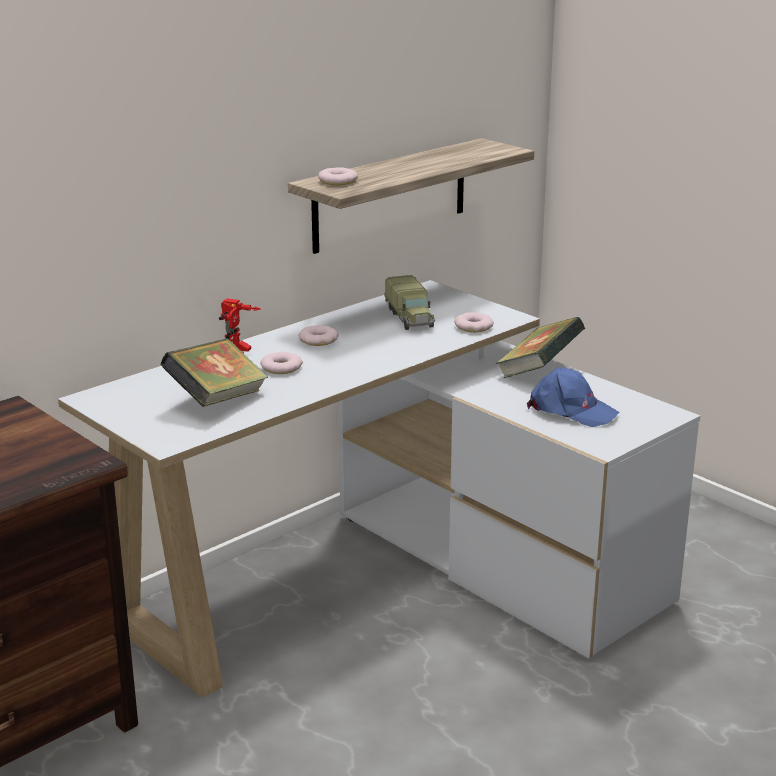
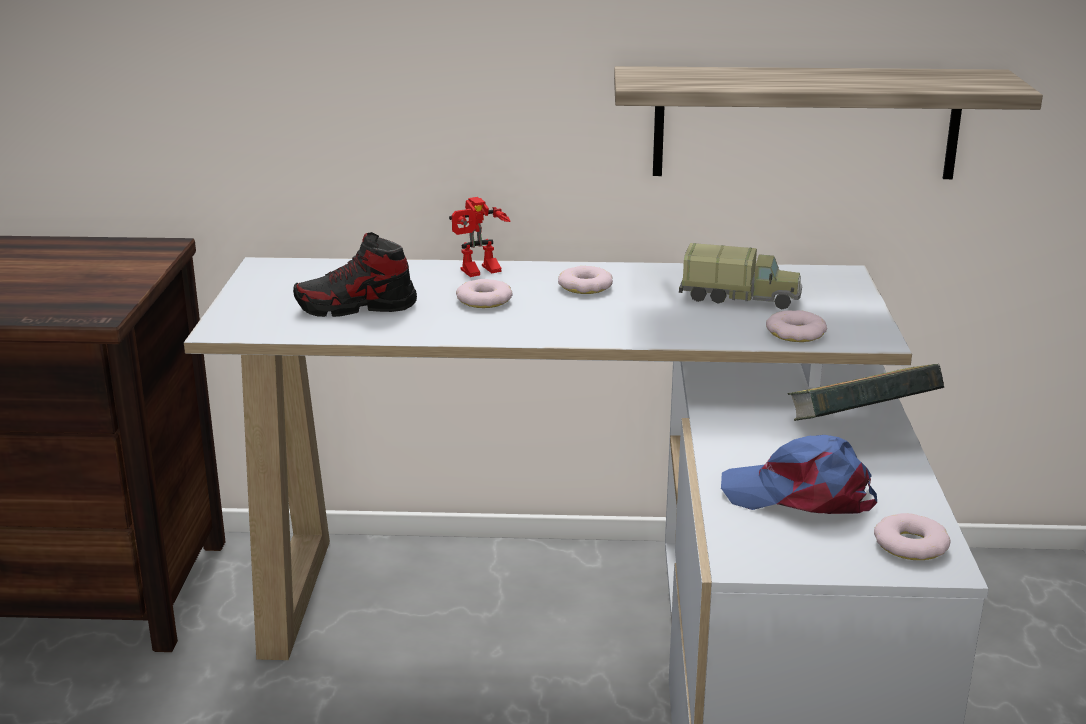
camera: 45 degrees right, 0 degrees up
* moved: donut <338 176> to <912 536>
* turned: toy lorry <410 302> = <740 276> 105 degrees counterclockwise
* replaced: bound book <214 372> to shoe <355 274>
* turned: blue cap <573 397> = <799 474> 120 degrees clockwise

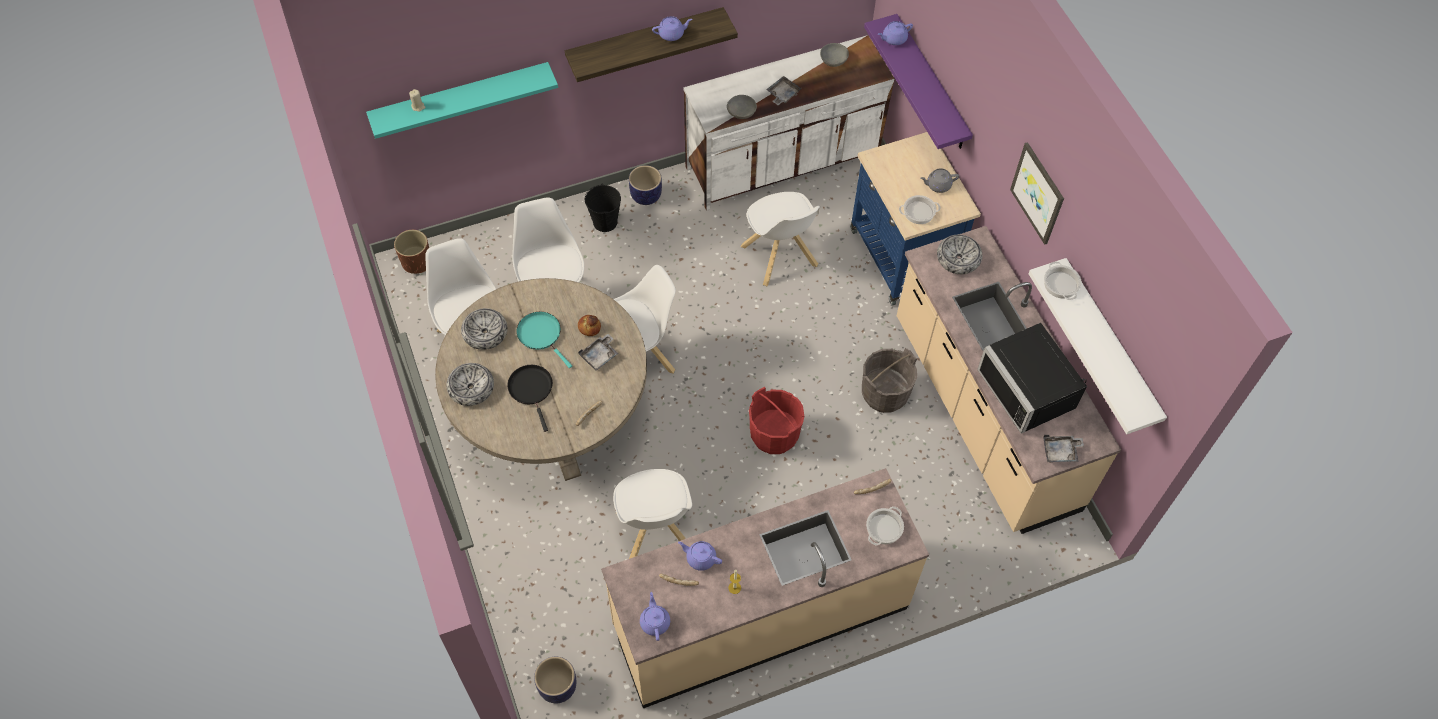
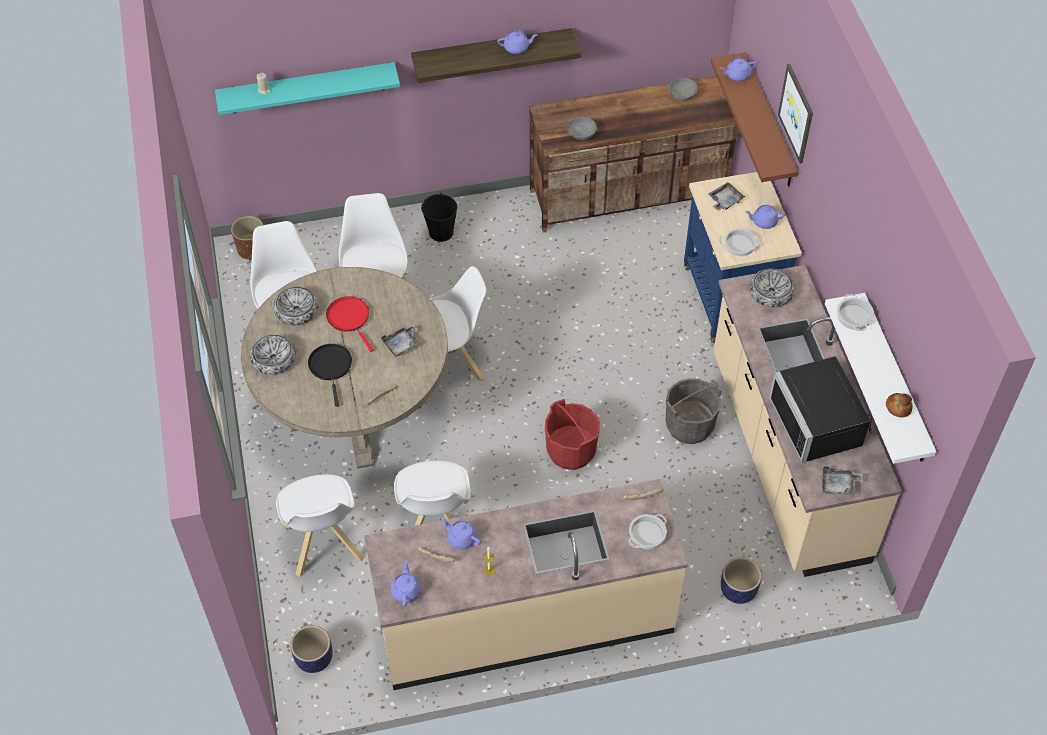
camera: 10 degrees right, 5 degrees down
* recoloured: purplish bracket shelf <918 81> to brown-coloured bracket shelf <754 120>
* recoloured: white cabinet <788 123> to brown-coloured cabinet <633 154>
* moved: greyish tray <784 90> to <726 196>
* moved: wall picture <1037 193> to <795 114>
* moved: flower pot <645 185> to <741 580>
* recoloured: greyish pot for tea <939 180> to purplish pot for tea <765 217>
* moved: white chair <780 239> to <320 526>
* recoloured: turquoise pan <544 340> to red-coloured pan <350 324>
* moved: baked bread <589 325> to <899 405>

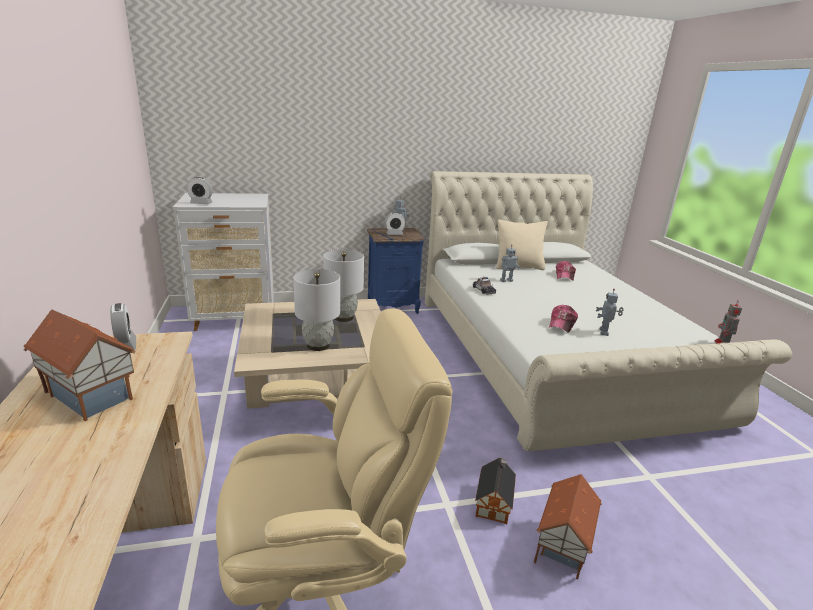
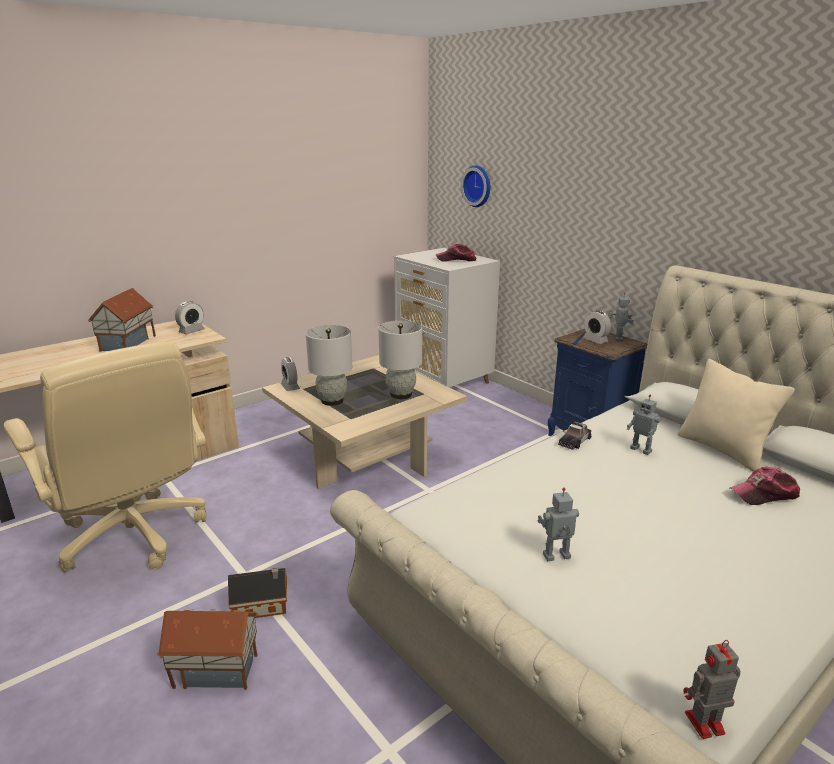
camera: 65 degrees right, 0 degrees up
* moved: alarm clock <200 190> to <290 374>
* moved: cap <563 319> to <456 253>
* added: clock on the wall <475 186>

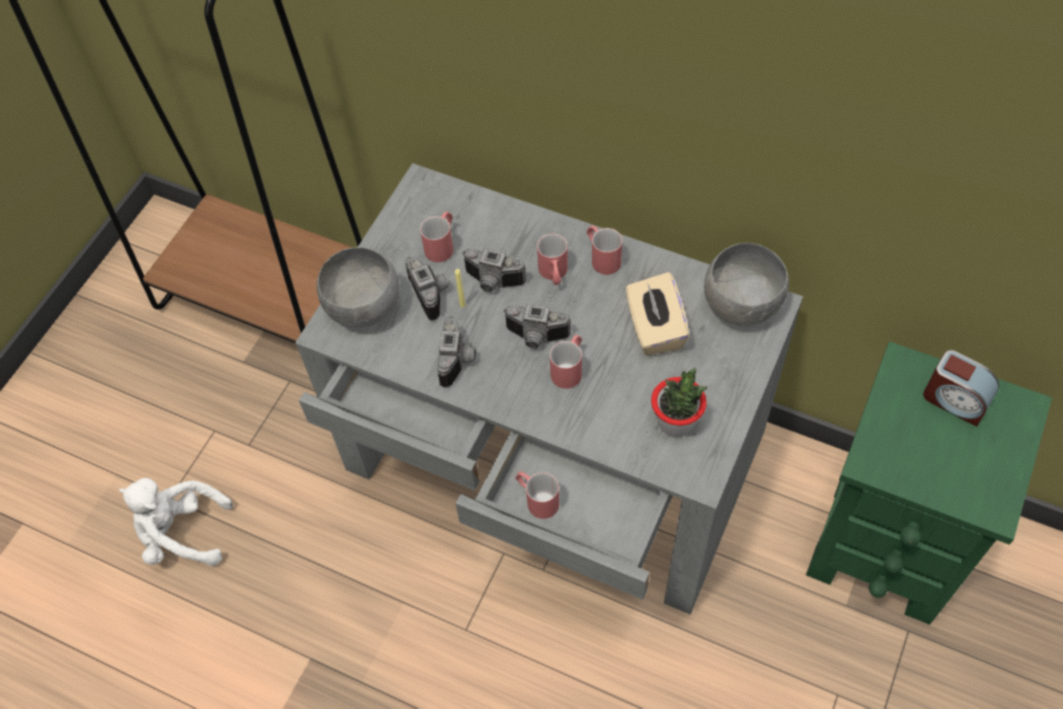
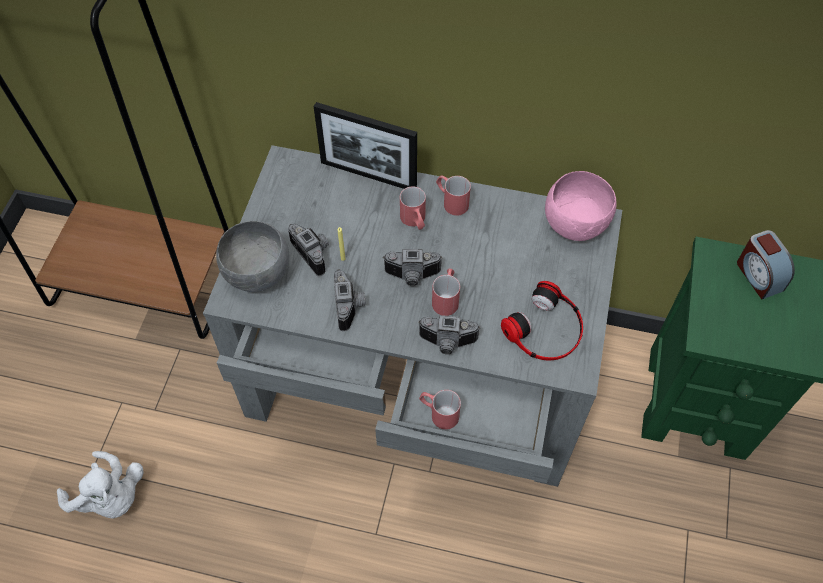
camera: 15 degrees left, 0 degrees up
* removed: red-coloured coffee mug <436 237>
* recoloured: greyish deep dish <746 284> to pink deep dish <581 206>
* moved: still camera <494 270> to <449 335>
* removed: beige-coloured tissue holder <658 313>
* turned: alarm clock <961 388> = <766 264> 45 degrees clockwise
* replaced: potted plant <679 402> to headphones <542 320>
* turned: white soft toy <176 522> = <100 484> 135 degrees counterclockwise
* added: standing frame <365 145>

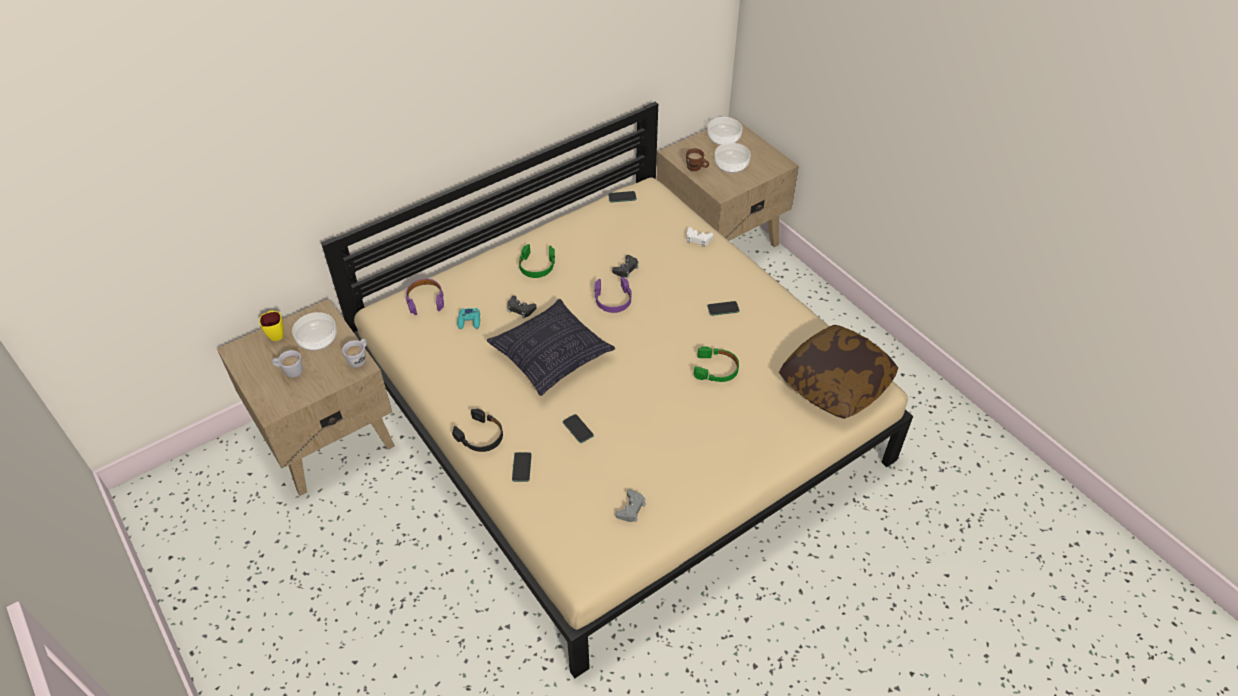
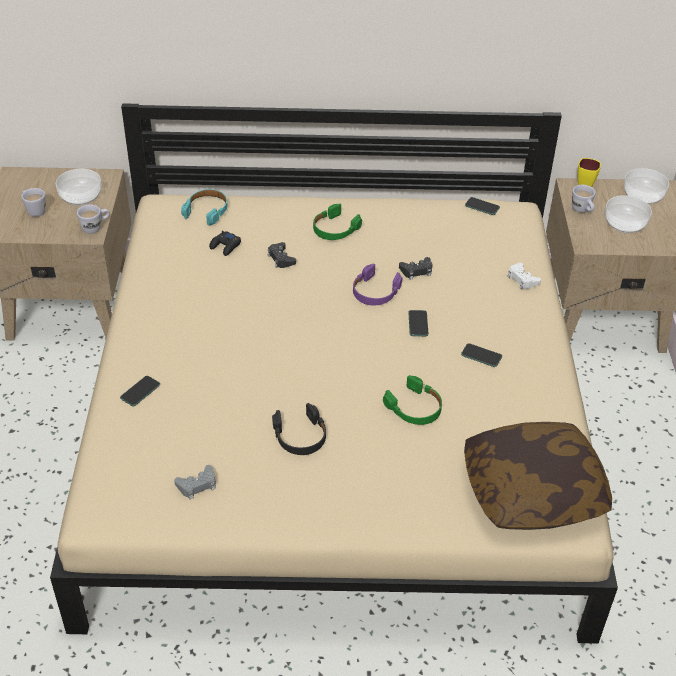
camera: 35 degrees right, 5 degrees down
* recoloured: brown-coloured coffee mug <697 159> to white coffee mug <584 199>
* recoloured: purplish headphones <425 297> to turquoise headphones <204 207>
* removed: pillow <551 347>
* recoloured: turquoise game controller <468 318> to black-coloured game controller <225 243>
* moved: yellowish coffee mug <271 325> to <589 172>
* moved: black-coloured headphones <477 430> to <299 429>
* moved: phone <578 428> to <418 323>

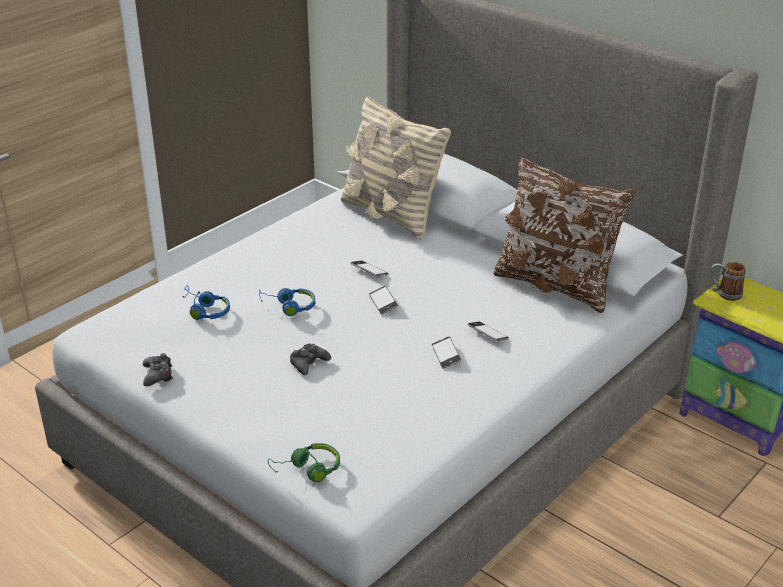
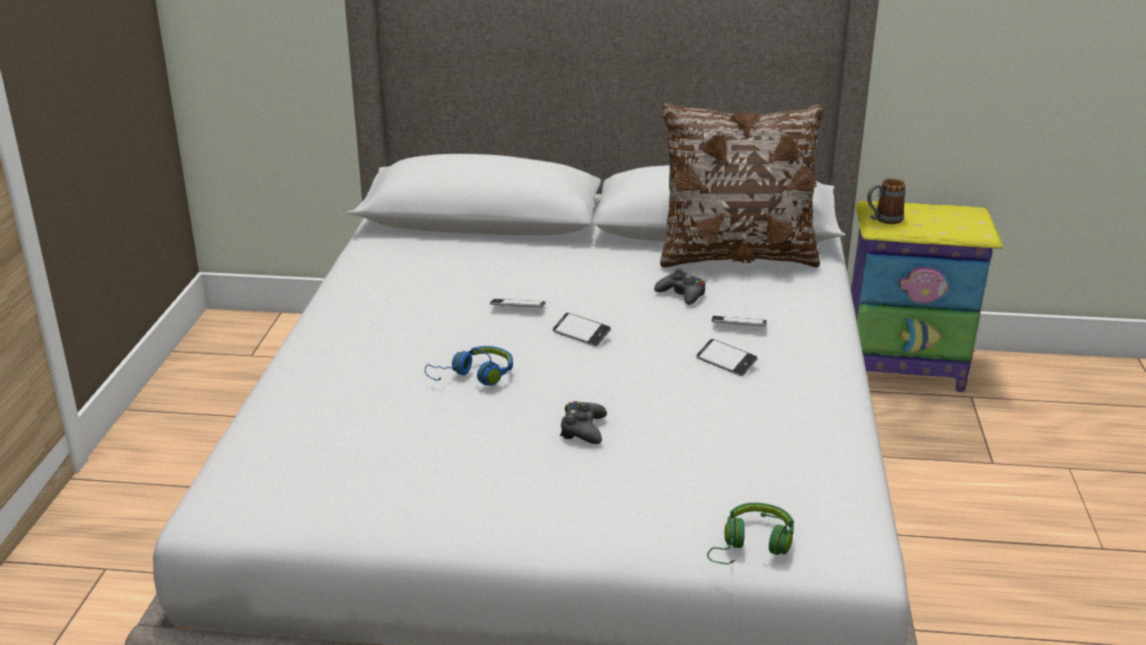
camera: 35 degrees left, 5 degrees down
* removed: beige-coloured pillow <396 168>
* removed: blue headphones <206 302>
* moved: black-coloured game controller <158 369> to <679 286>

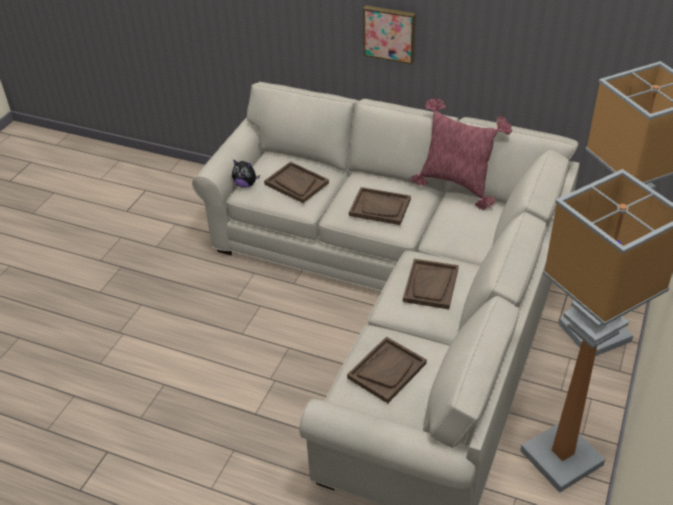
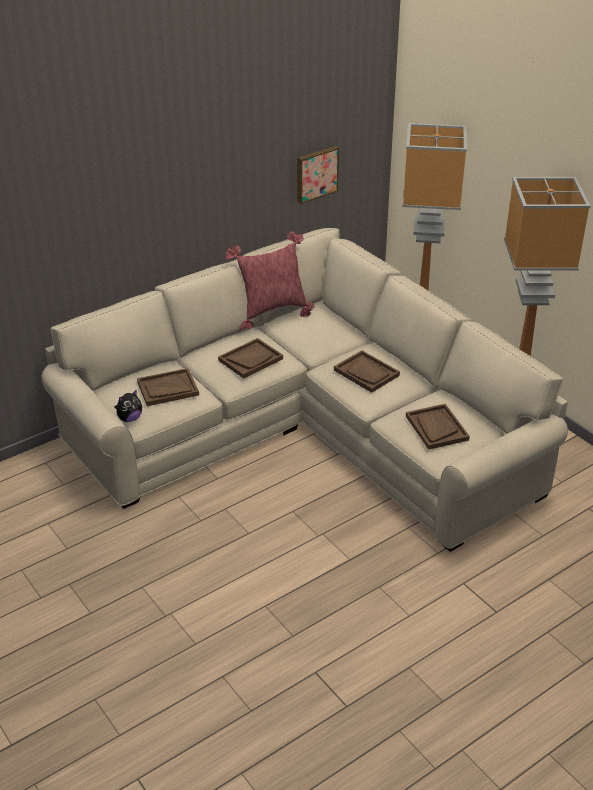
camera: 60 degrees left, 5 degrees down
* moved: wall picture <389 34> to <318 175>

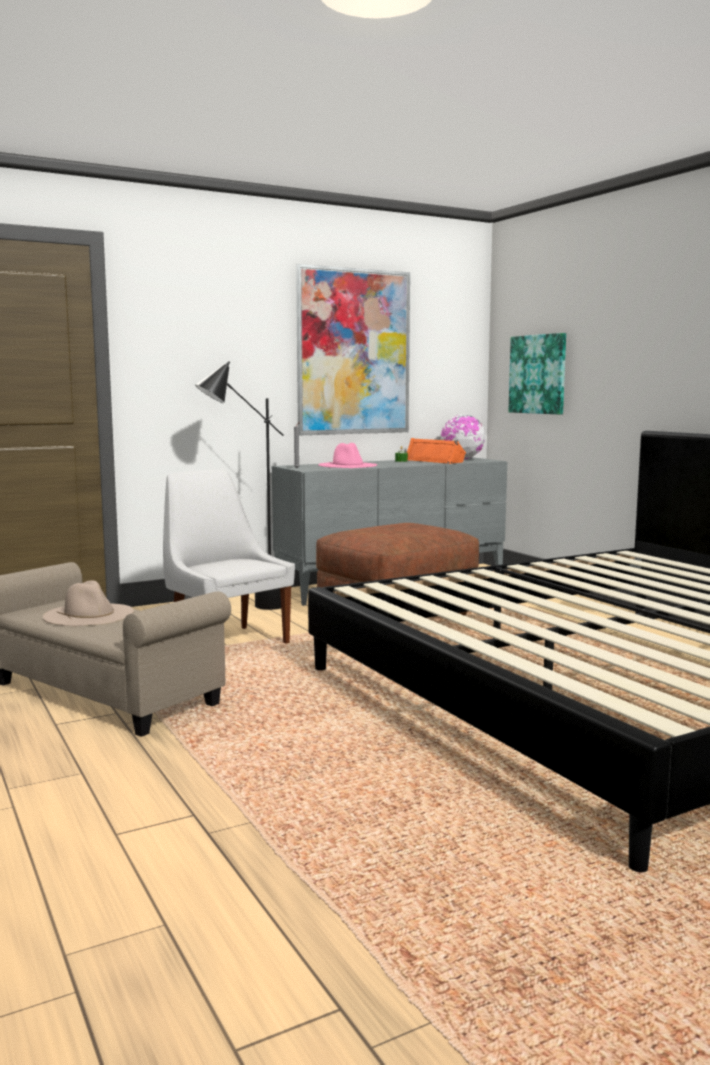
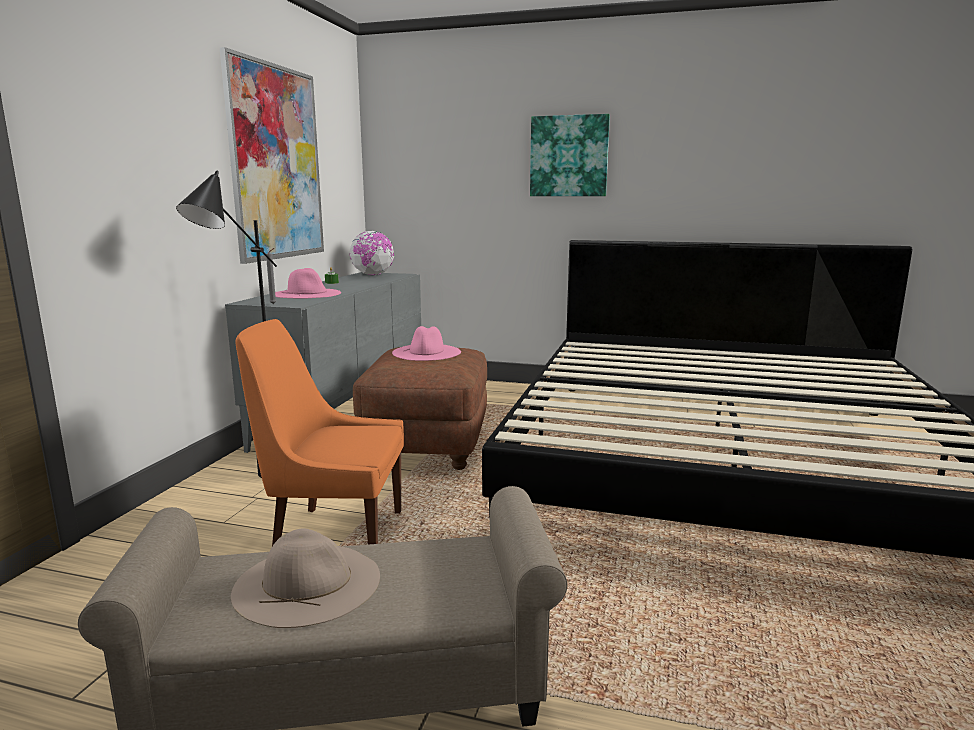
camera: 45 degrees left, 5 degrees up
* moved: wall picture <537 374> to <570 155>
* removed: orange-coloured loudspeaker <436 451>
* recoloured: white chair <229 557> to orange-coloured chair <319 432>
* added: pink wearable hat <426 343>

